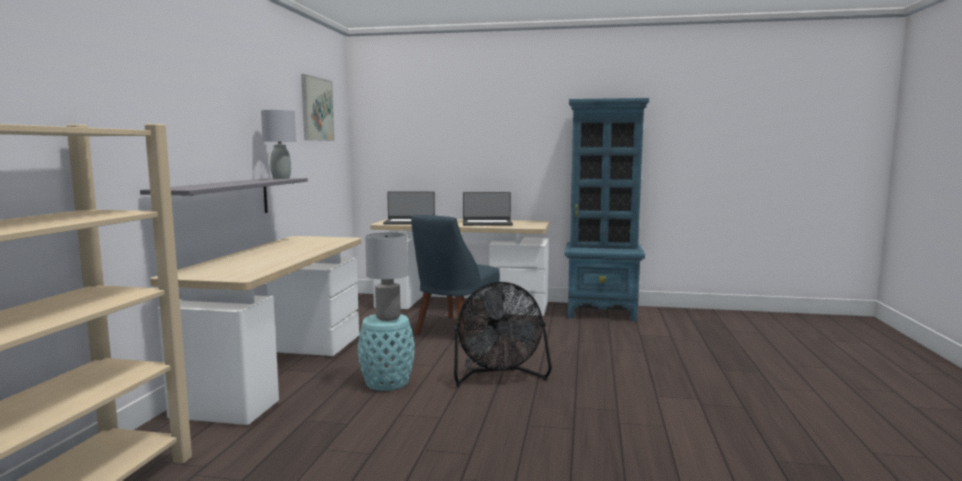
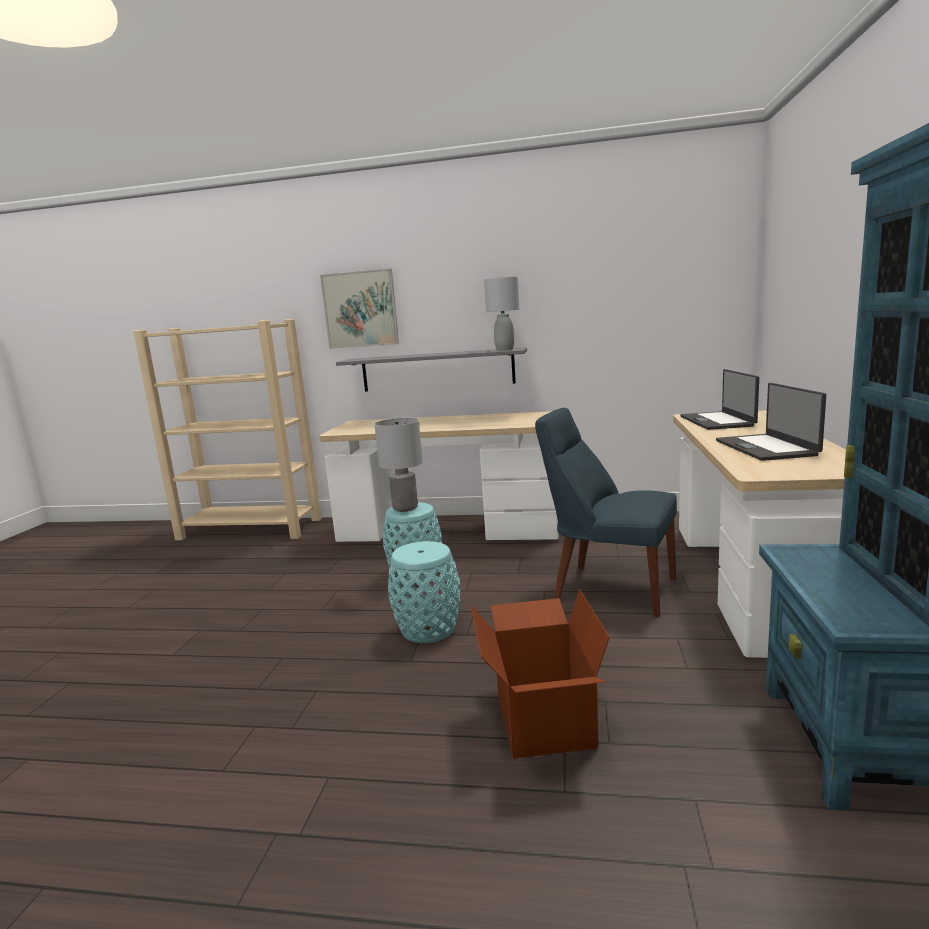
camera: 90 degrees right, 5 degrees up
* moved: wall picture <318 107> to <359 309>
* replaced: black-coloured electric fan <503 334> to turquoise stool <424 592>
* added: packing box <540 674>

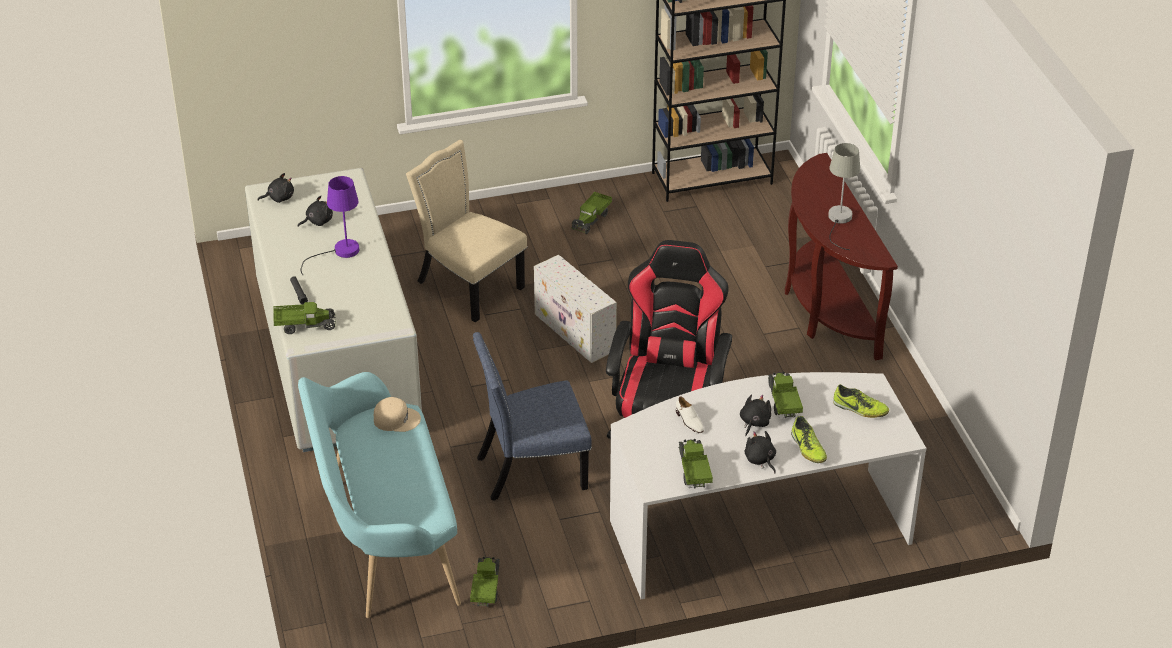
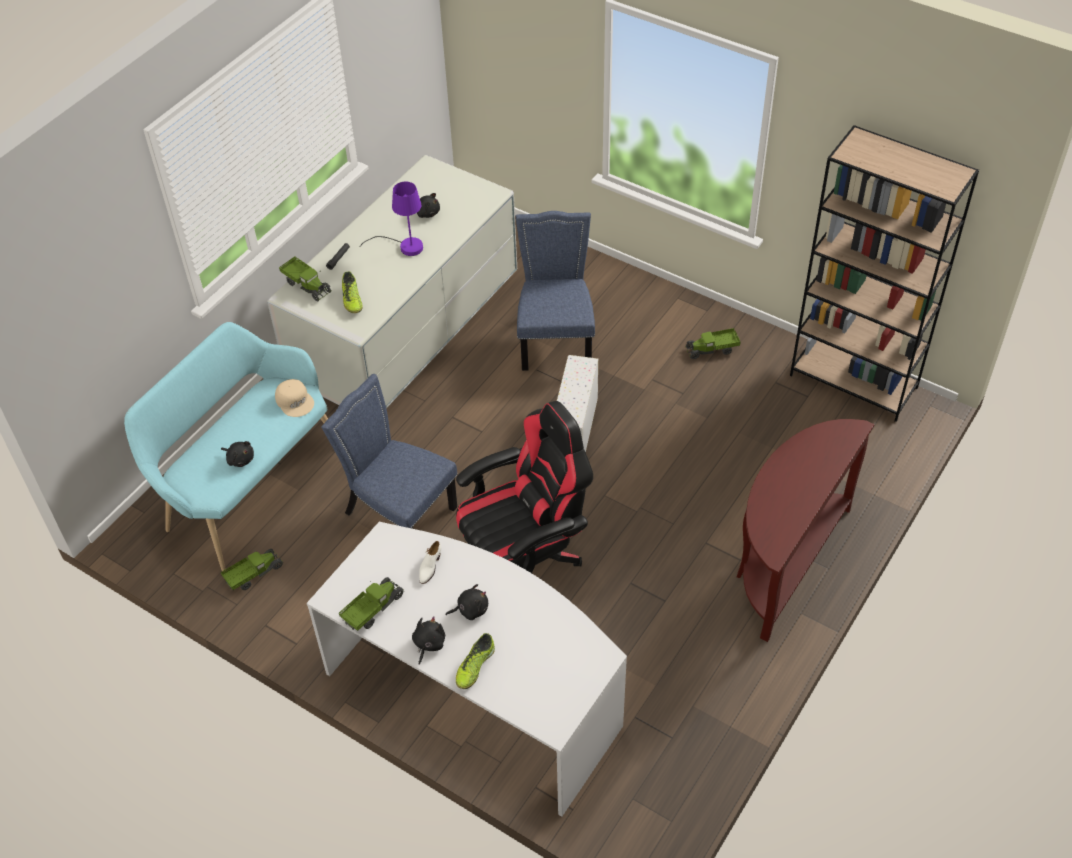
camera: 50 degrees right, 10 degrees up
* recoloured: beige-coloured chair <466 231> to blue chair <555 291>
* removed: greyish lamp for a table <844 196>
* moved: black-coloured soft toy <275 188> to <237 454>
* removed: toy lorry <785 395>
* moved: shoe <861 401> to <352 292>

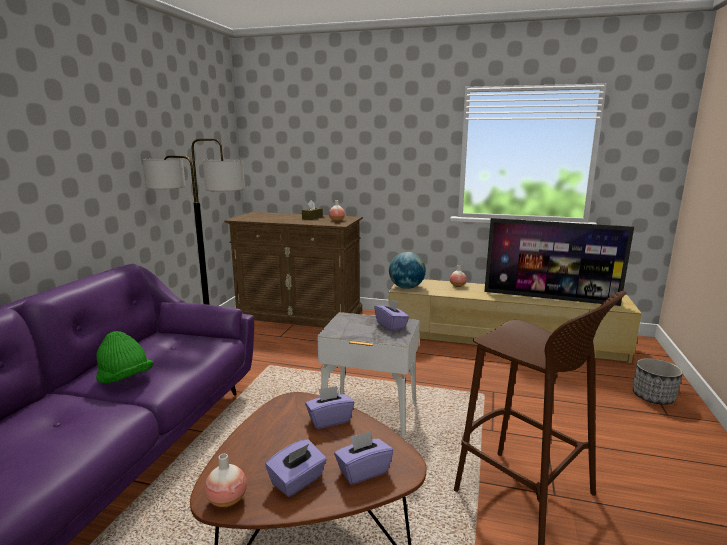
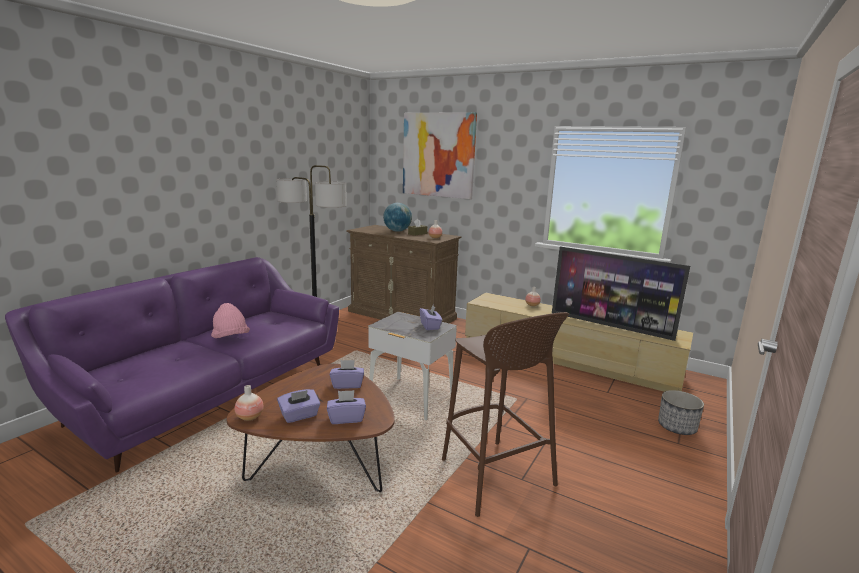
camera: 15 degrees right, 0 degrees up
* moved: desk globe <407 270> to <397 217>
* recoloured: green wearable hat <124 357> to pink wearable hat <230 320>
* added: wall picture <440 155>

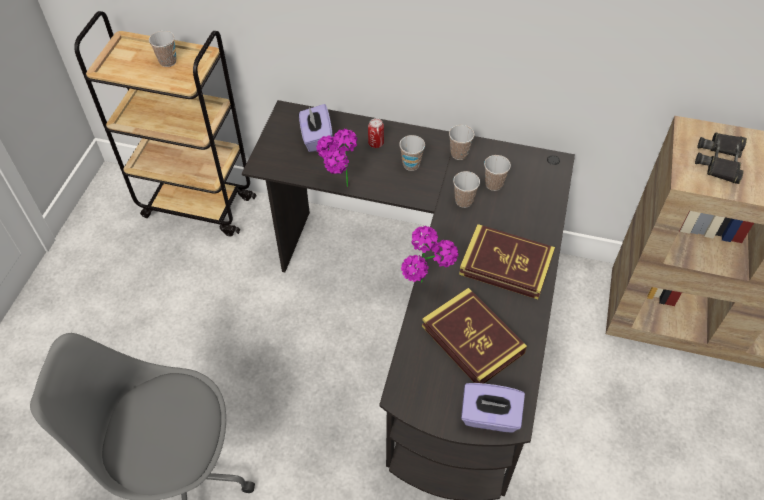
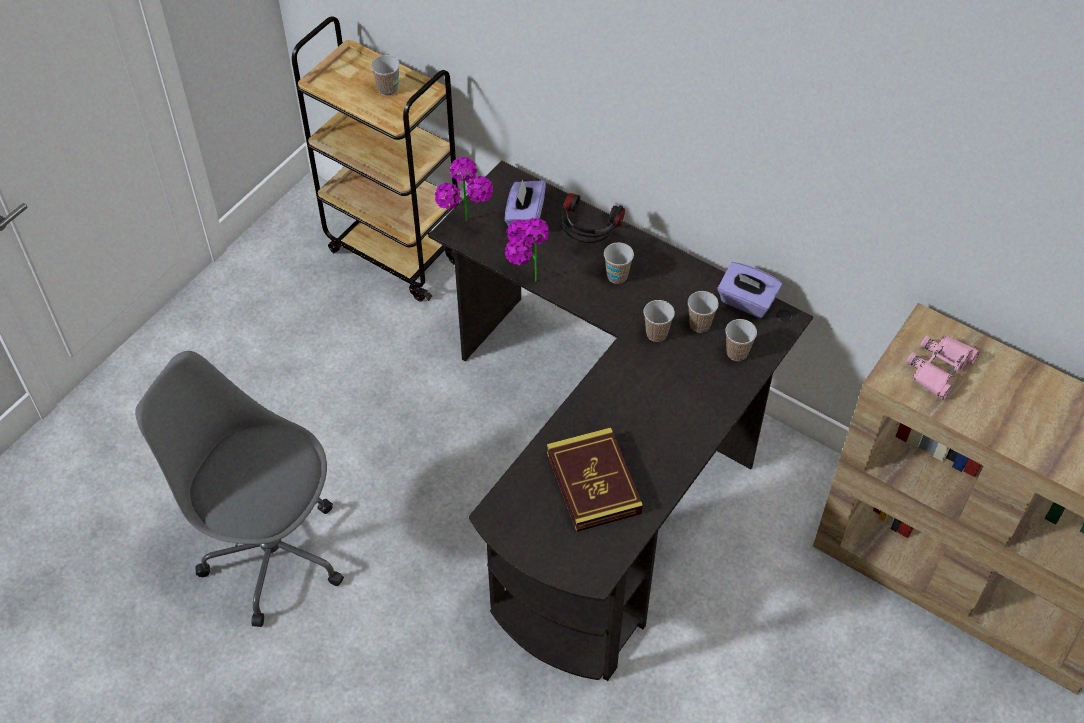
camera: 20 degrees right, 0 degrees up
* replaced: sealed can <376 133> to headphones <593 218>
* moved: cup <461 142> to <741 340>
* recoloured: black-coloured field glasses <721 158> to pink field glasses <943 367>
* removed: bound book <507 261>
* moved: potted plant <430 254> to <463 189>
* moved: purplish tissue holder <493 408> to <749 290>

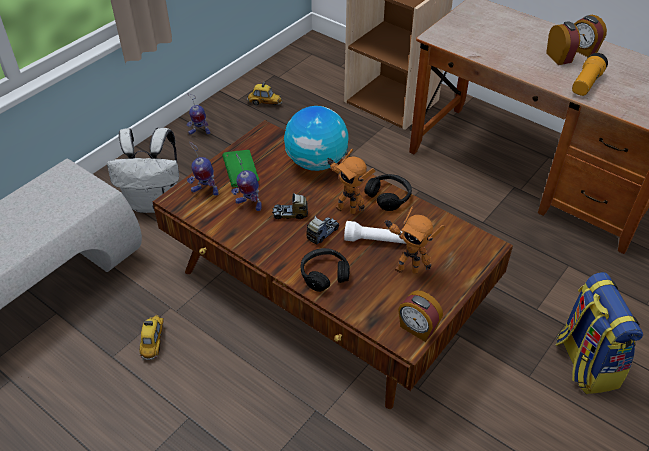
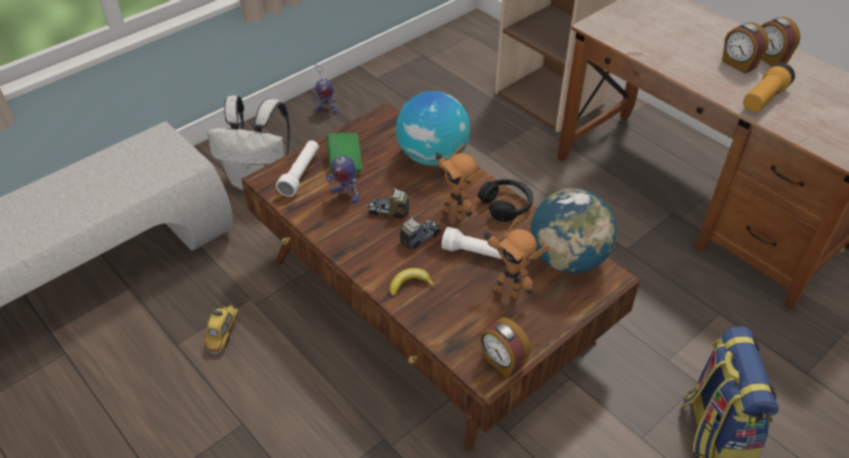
camera: 10 degrees right, 0 degrees up
* turned: alarm clock <563 43> = <745 48> 150 degrees clockwise
* removed: model car <265 93>
* replaced: model robot <203 169> to white torch <297 168>
* replaced: black-coloured headphones <325 270> to banana fruit <412 282>
* added: desk globe <574 230>

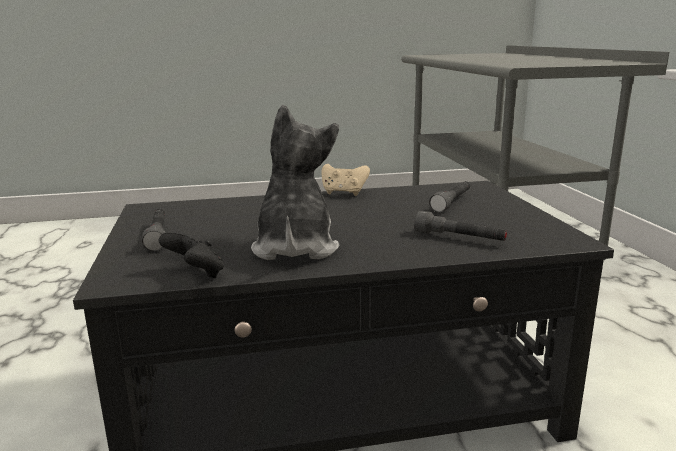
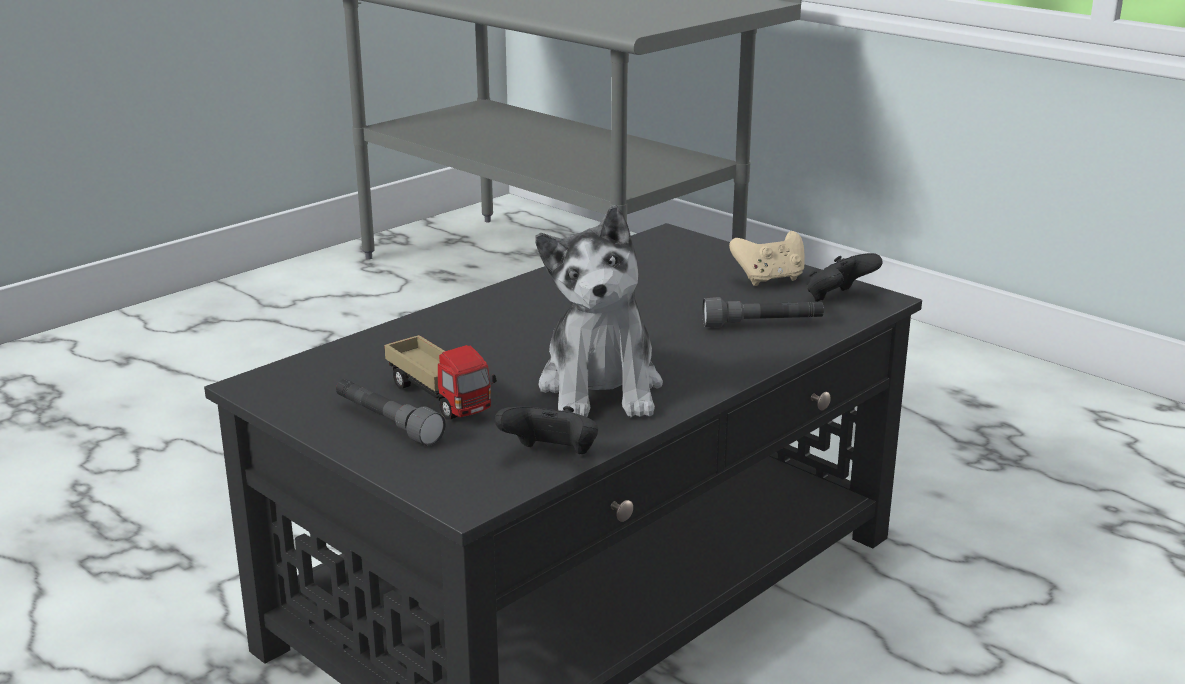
camera: 35 degrees left, 5 degrees up
* turned: soft toy <295 182> = <599 311> 150 degrees counterclockwise
* moved: beige-coloured game controller <345 180> to <767 258>
* removed: greyish torch <449 197>
* added: black-coloured game controller <845 277>
* added: toy lorry <440 377>

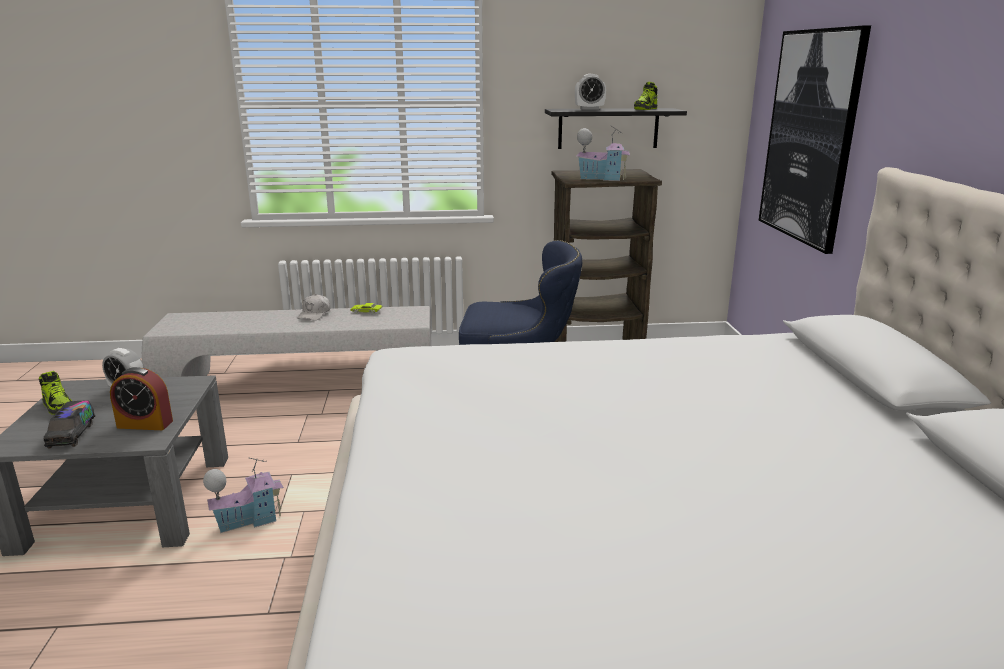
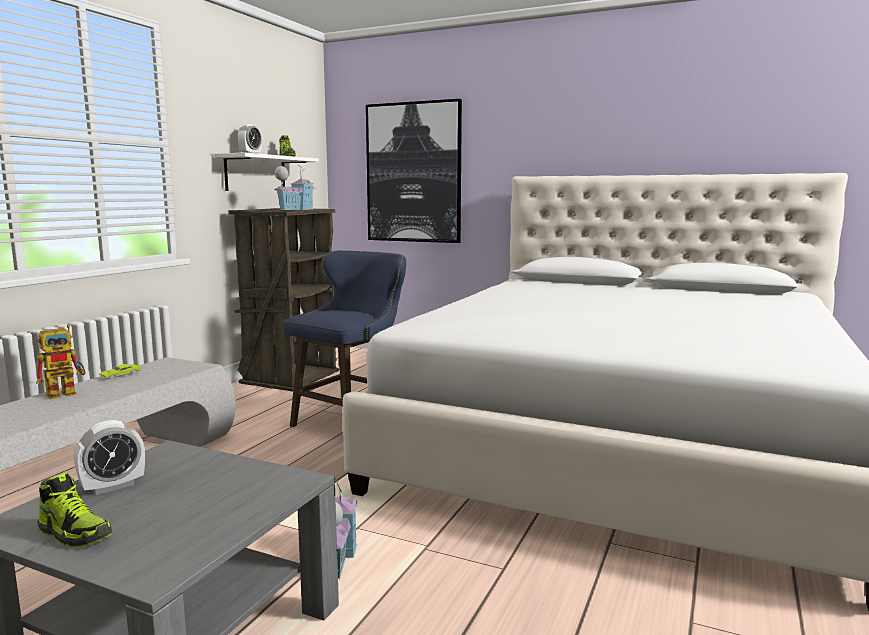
camera: 60 degrees left, 10 degrees down
* recoloured: black-coloured bracket shelf <616 128> to white bracket shelf <266 172>
* replaced: white cap <313 307> to model robot <60 362>
* removed: alarm clock <141 398>
* turned: shoe <55 393> = <74 509> 45 degrees clockwise
* removed: toy lorry <69 425>

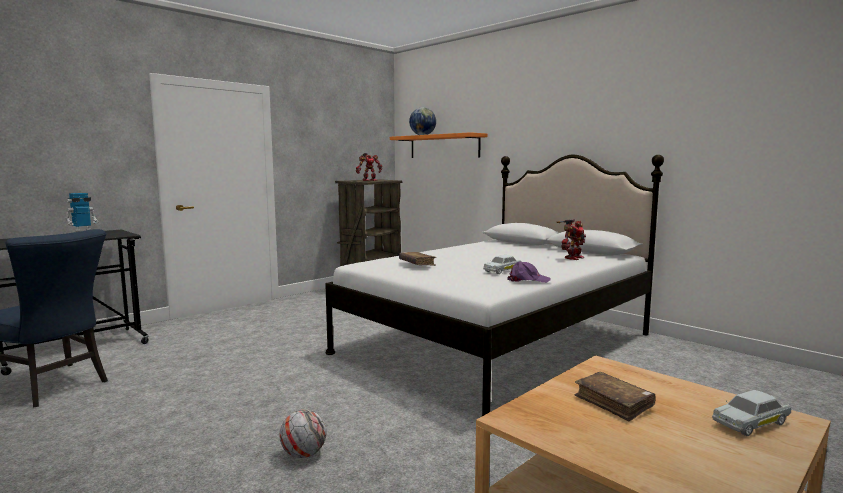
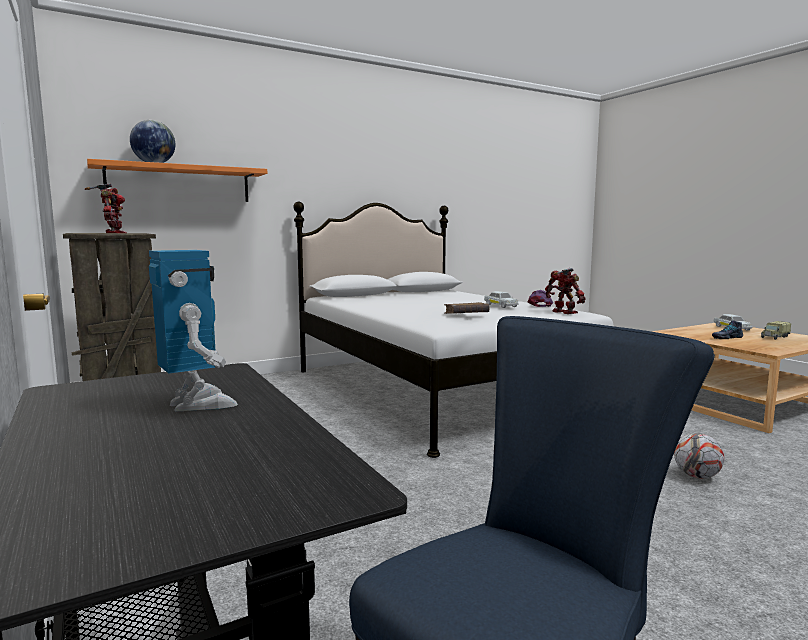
camera: 75 degrees left, 0 degrees up
* moved: model robot <571 239> to <565 291>
* replaced: brown-coloured bound book <615 397> to shoe <727 329>
* added: toy lorry <776 330>

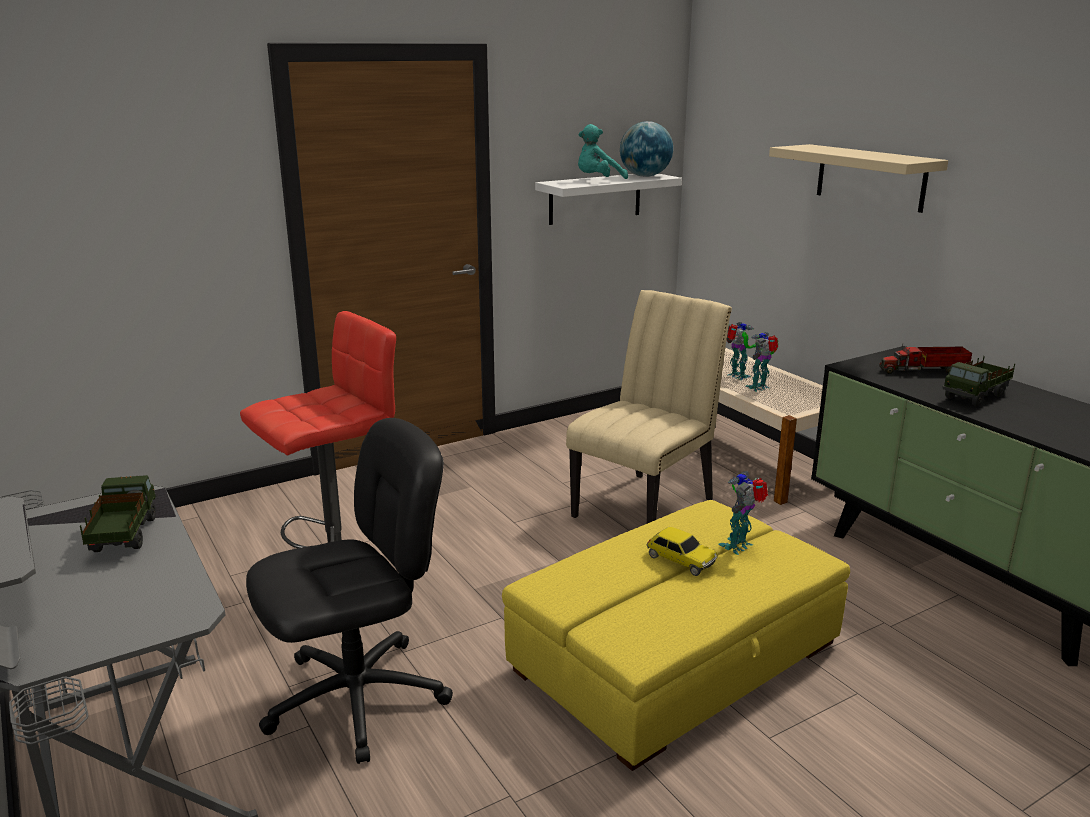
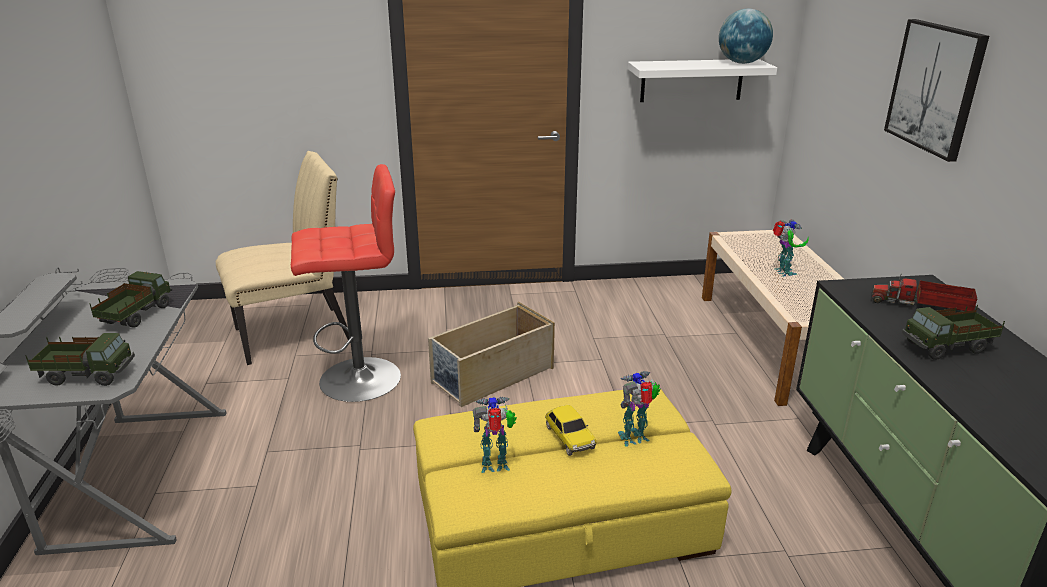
camera: 25 degrees right, 5 degrees up
* removed: turquoise soft toy <603 151>
* replaced: beige-coloured bracket shelf <858 178> to wall picture <936 90>
* moved: beige-coloured chair <649 406> to <282 258>
* moved: model robot <762 362> to <495 435>
* removed: black-coloured office chair <349 591>
* added: beige-coloured storage box <491 354>
* added: toy lorry <80 359>

